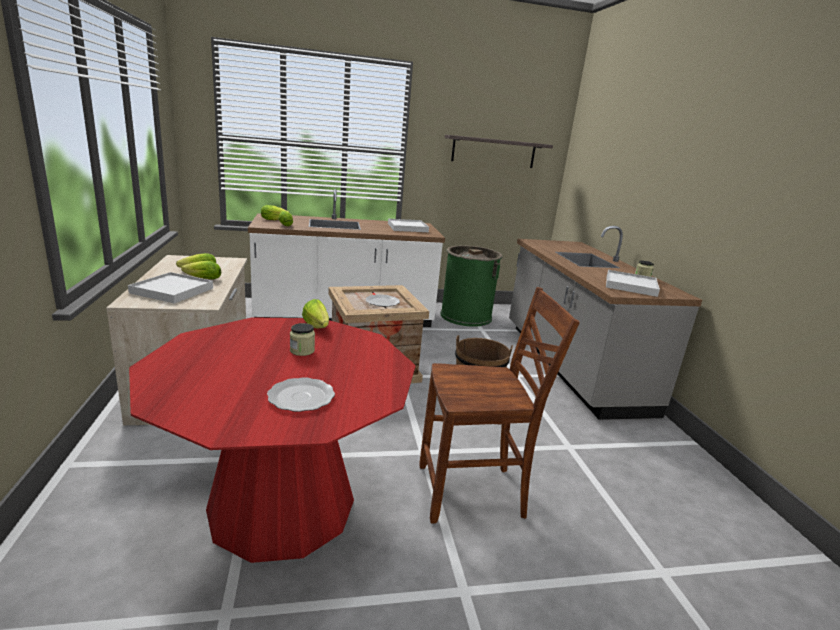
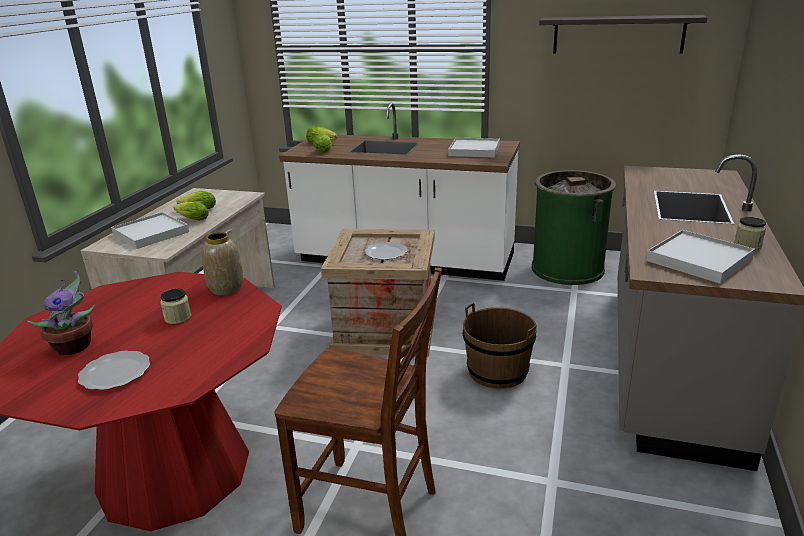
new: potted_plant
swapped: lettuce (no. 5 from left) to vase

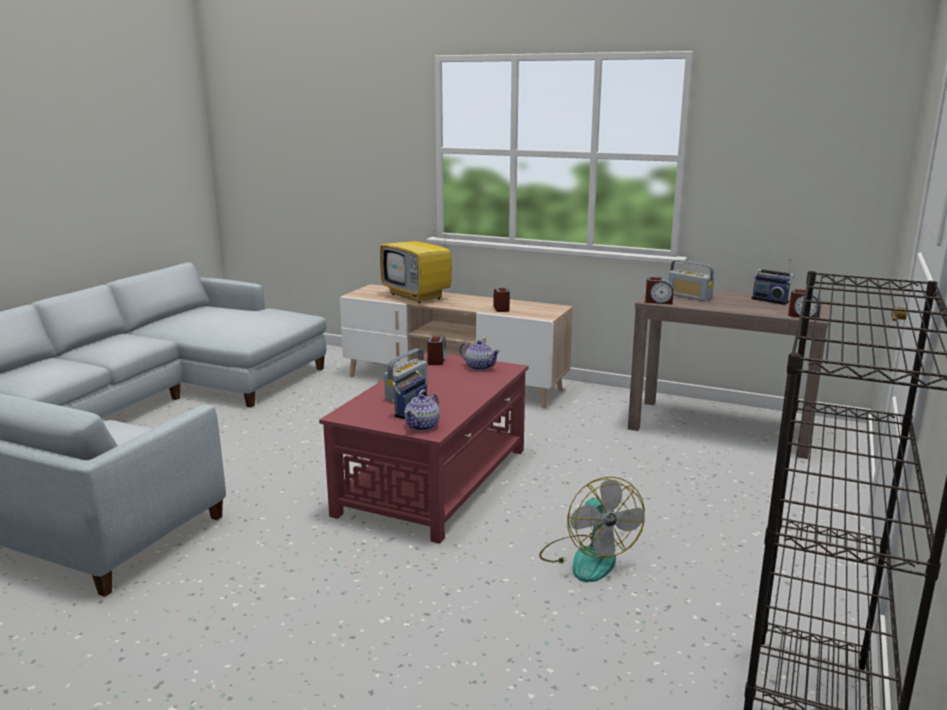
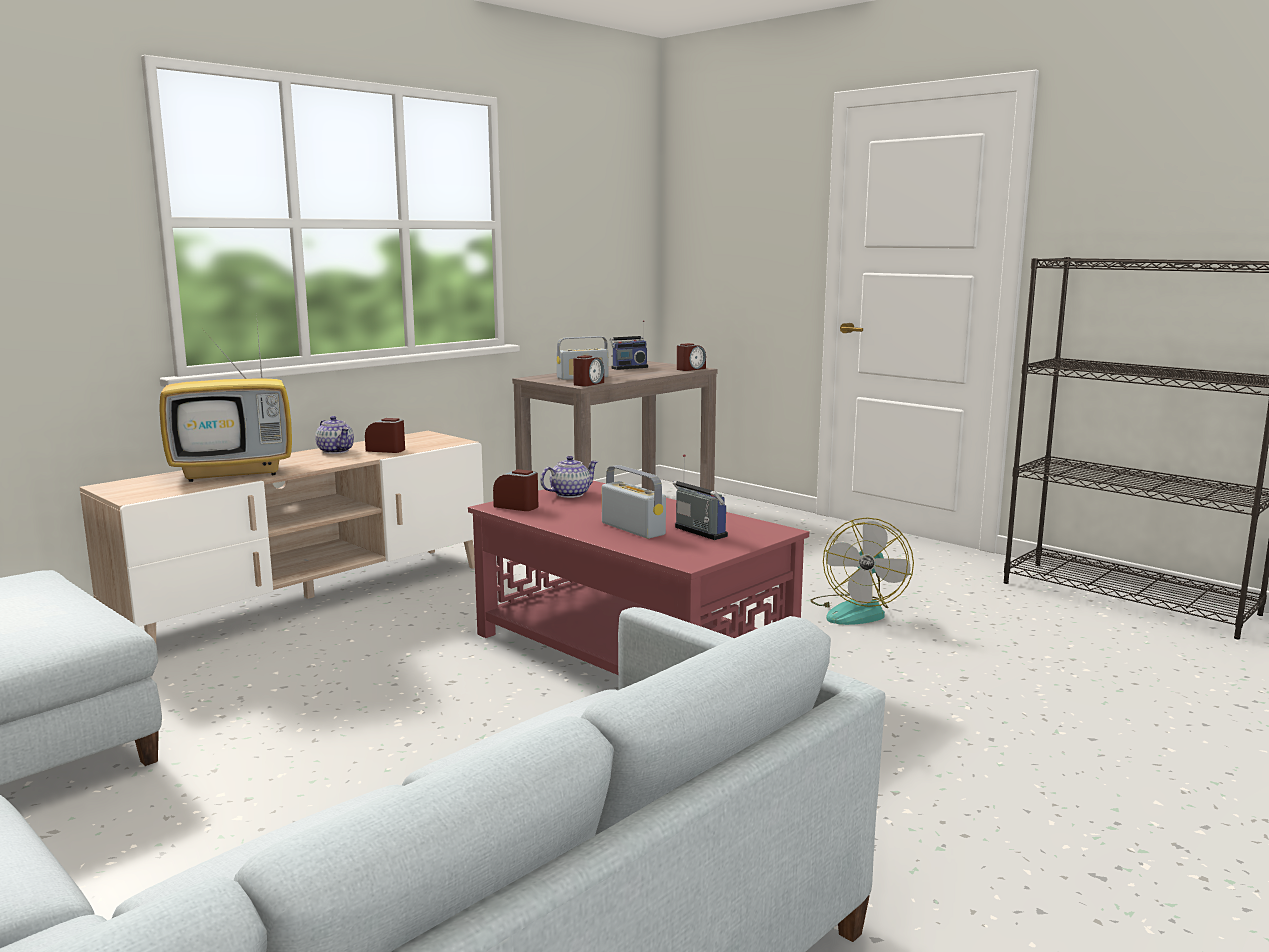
shifted: teapot (no. 1 from left)
rotated: fan 105 degrees clockwise

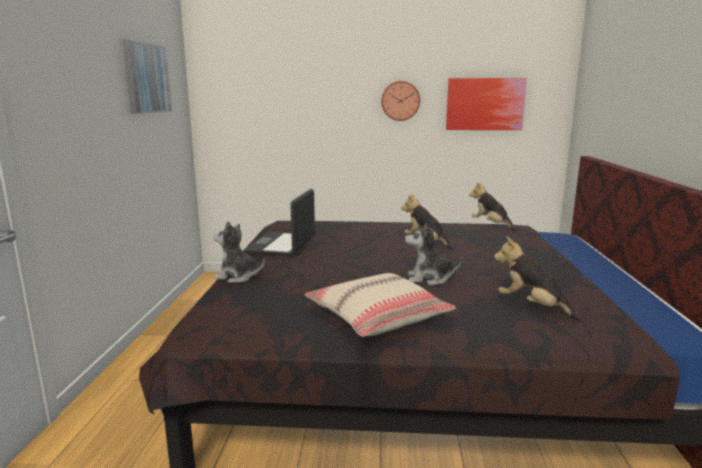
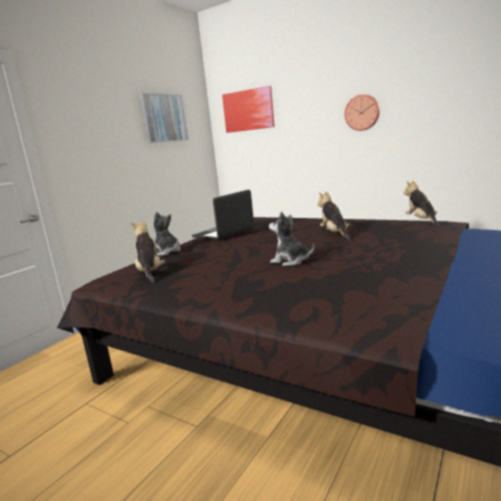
gone: beige_pillow
shifted: picture (no. 2 from left); plush_toy (no. 5 from left in the first image) to plush_toy (no. 1 from left)

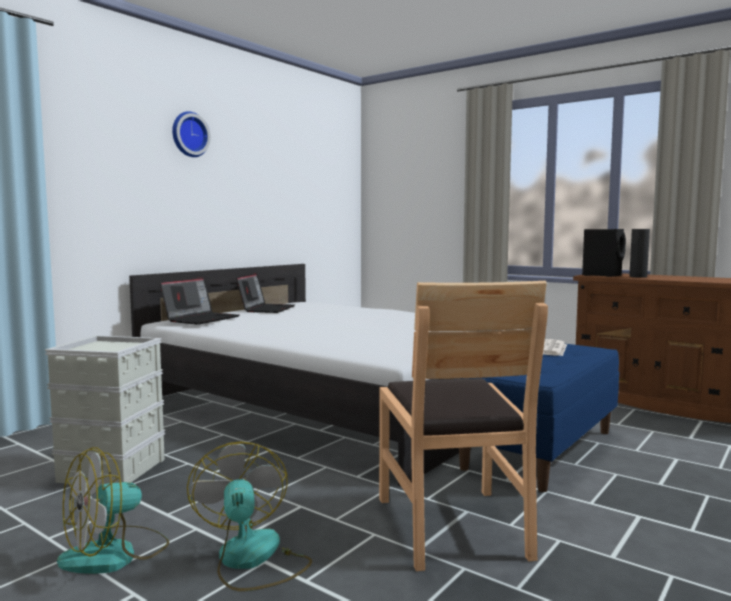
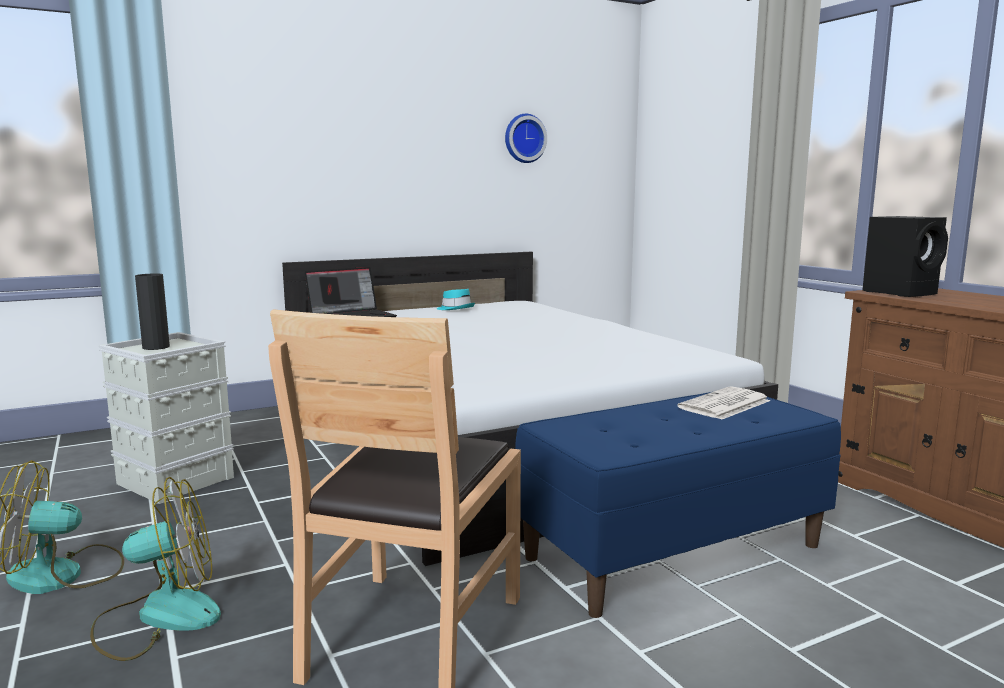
shifted: wall_clock; black_vase
swapped: laptop (no. 2 from left) to turquoise_hat
rotated: fan (no. 2 from left) 60 degrees clockwise

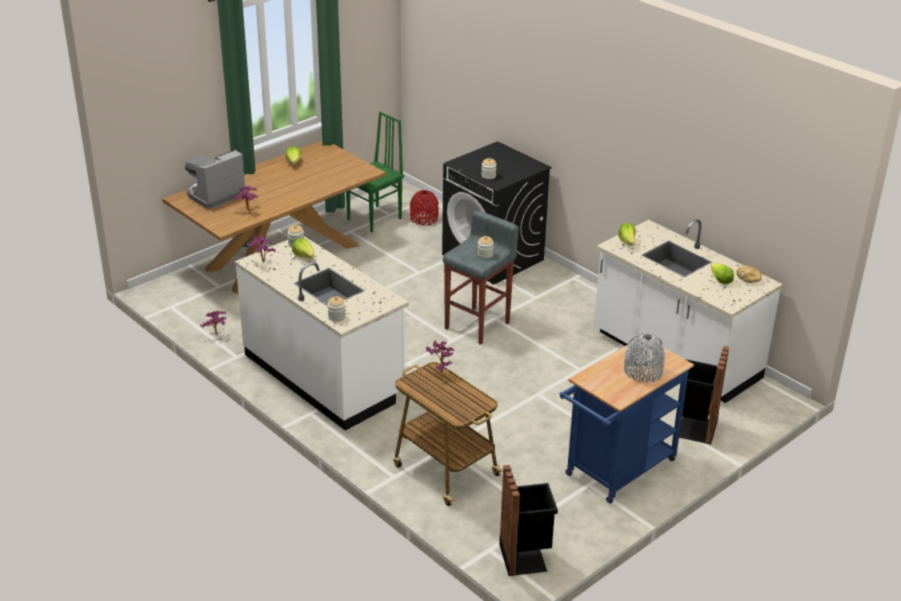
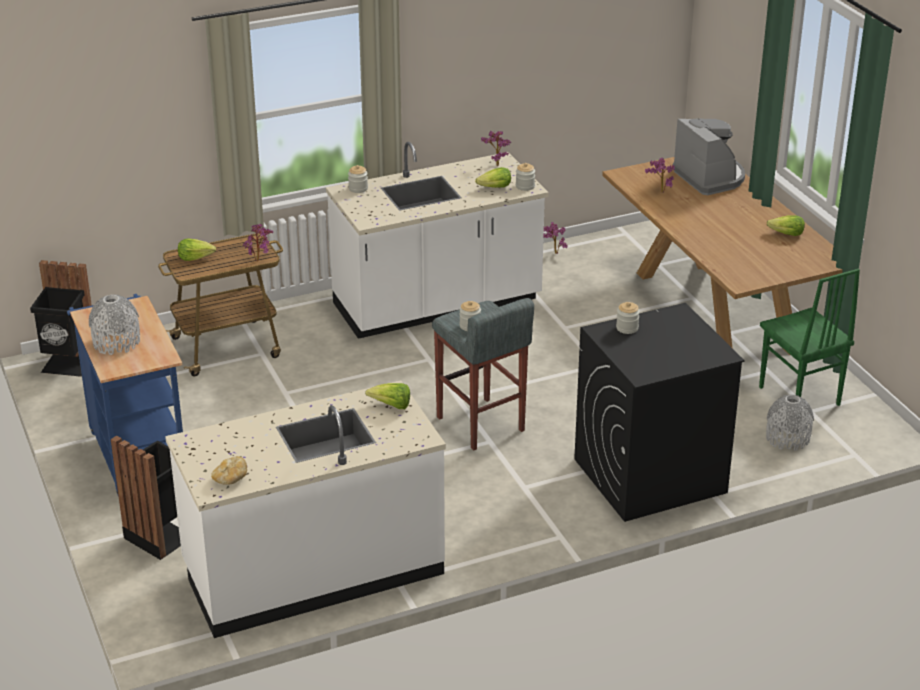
shifted: lettuce (no. 4 from left in the first image) to lettuce (no. 1 from left)
repainted: red_vase to grey_vase (no. 2 from left)

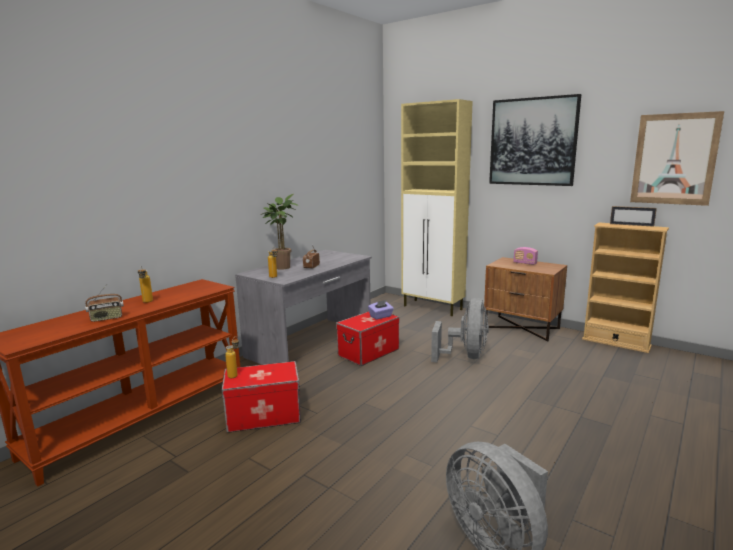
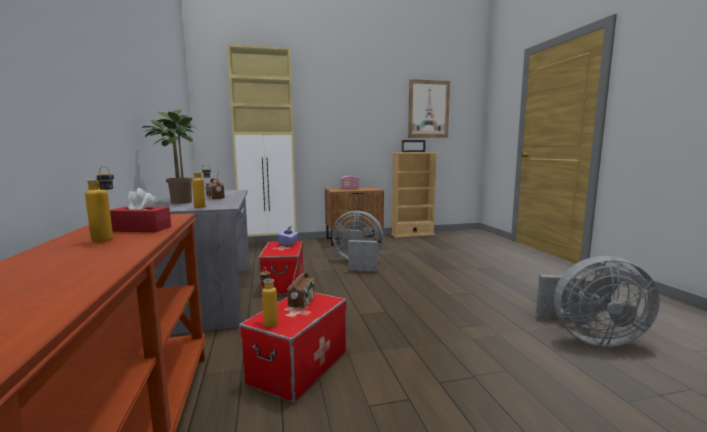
gone: picture (no. 1 from left)
new: red_tissue_box
shifted: radio (no. 1 from left in the first image) to radio (no. 2 from left)
rotated: grey_fan (no. 1 from left) 45 degrees counterclockwise

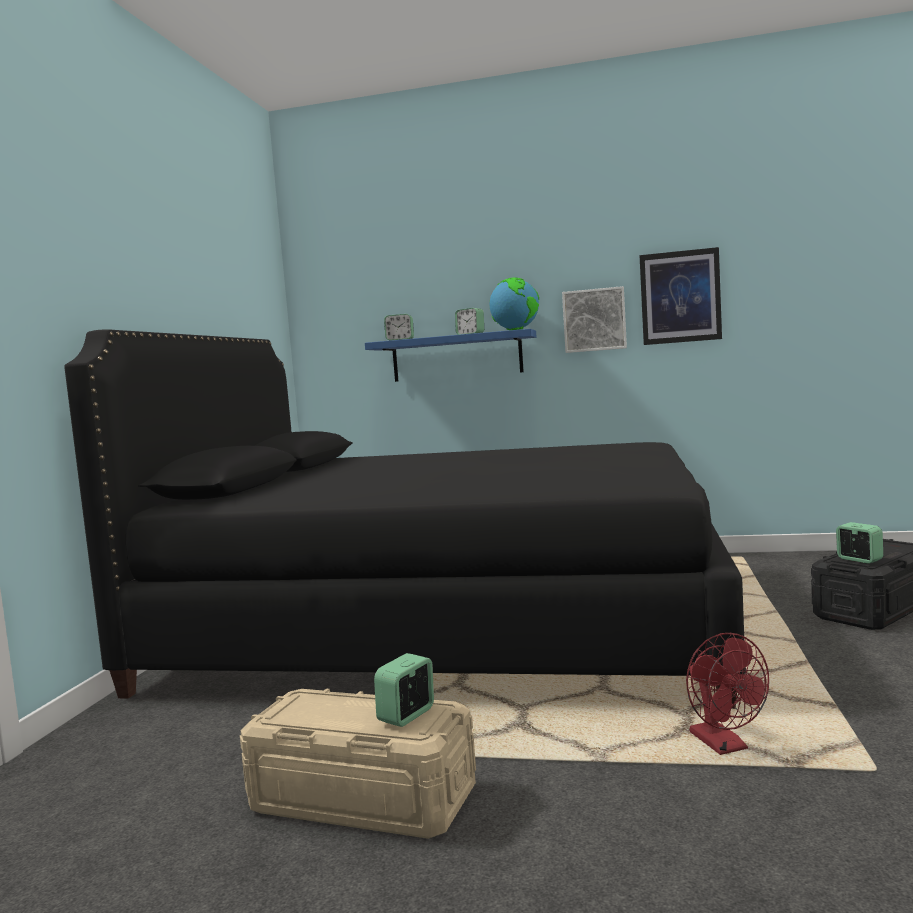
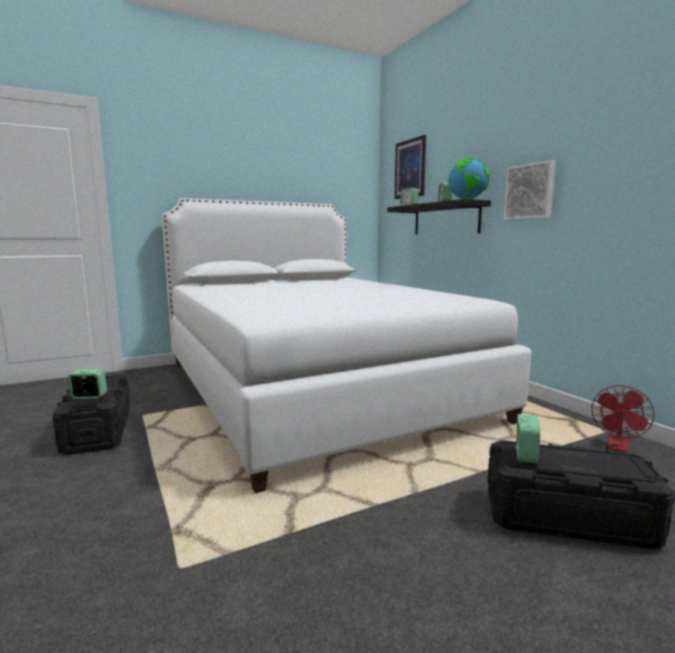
shifted: picture (no. 2 from left in the first image) to picture (no. 1 from left); red_fan
repainted: black_bed to white_bed; beige_storage_box to black_storage_box (no. 1 from left); blue_shelf to black_shelf

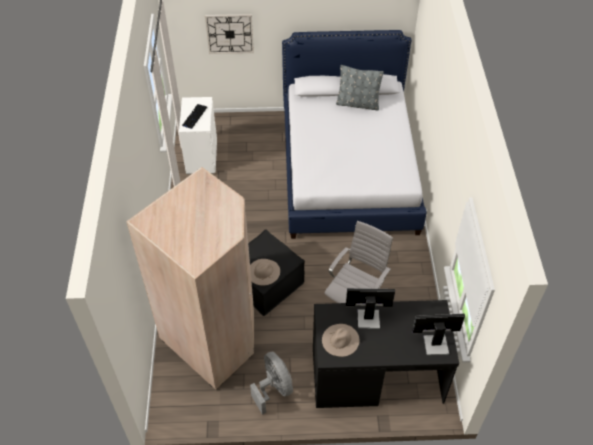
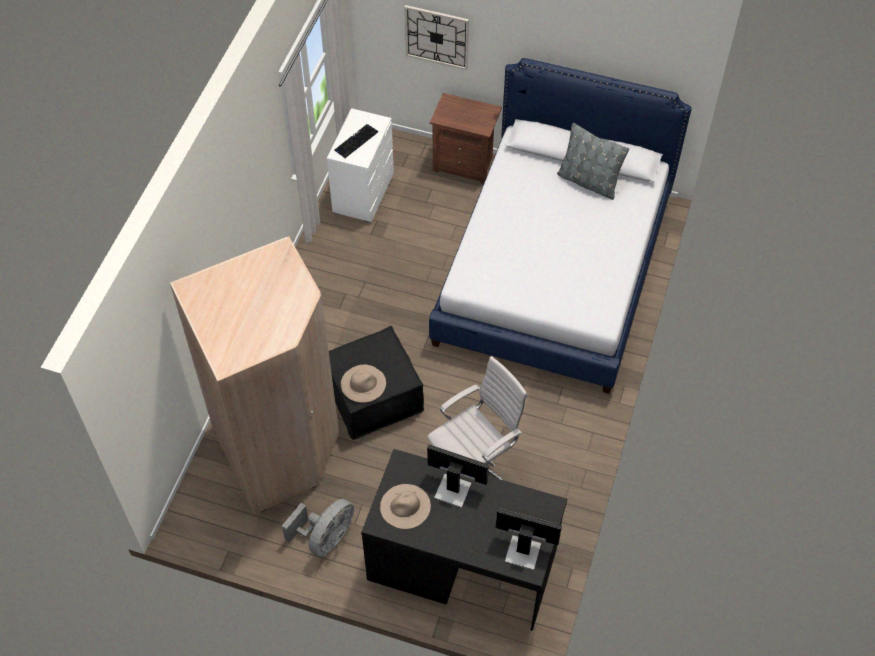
new: brown_nightstand
rotated: grey_fan 45 degrees clockwise

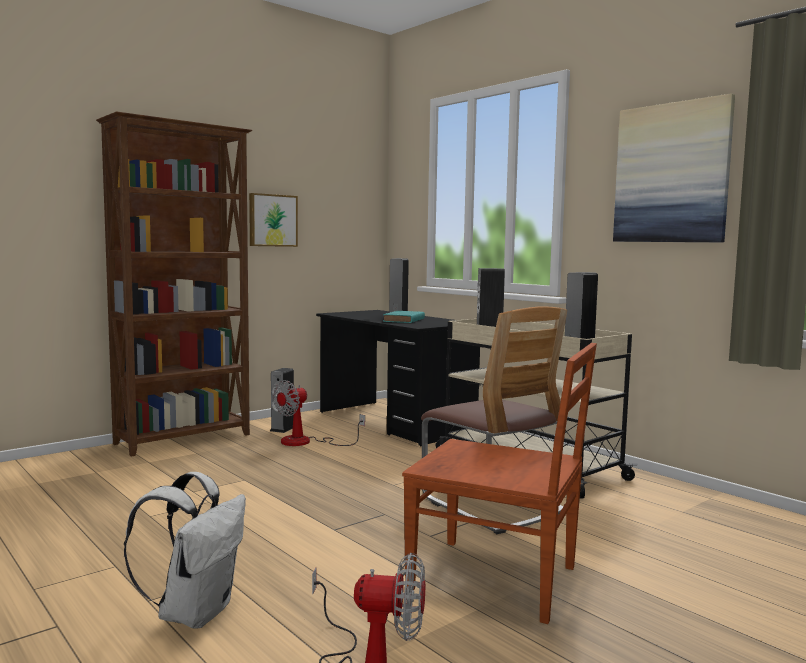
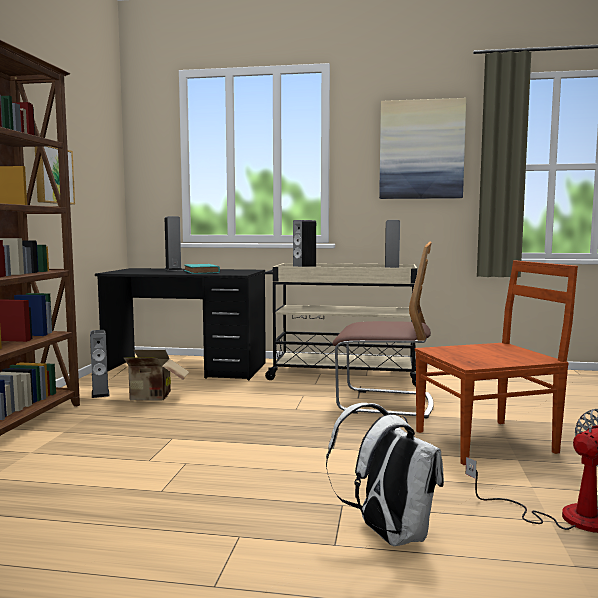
swapped: fan (no. 1 from left) to cardboard_box

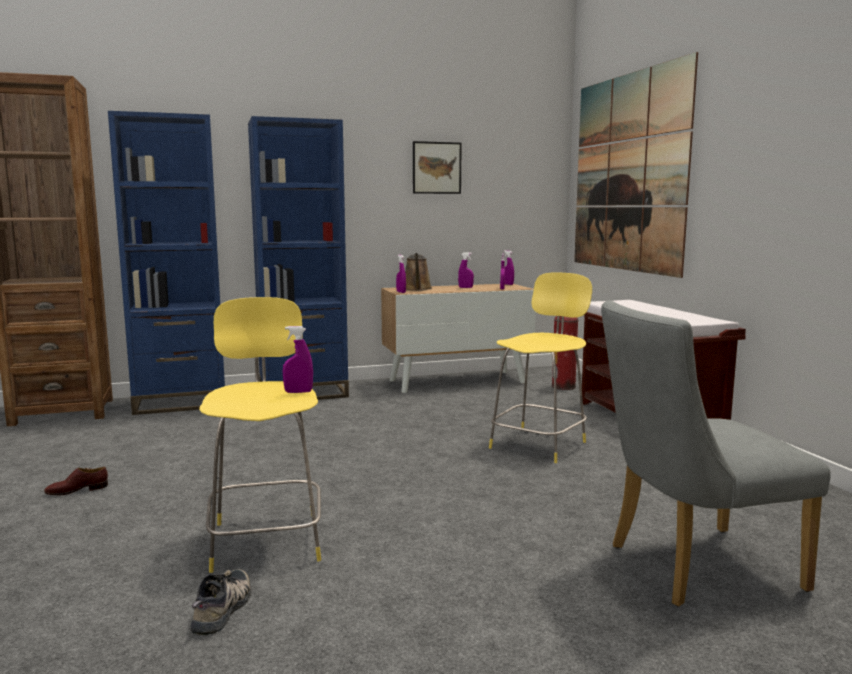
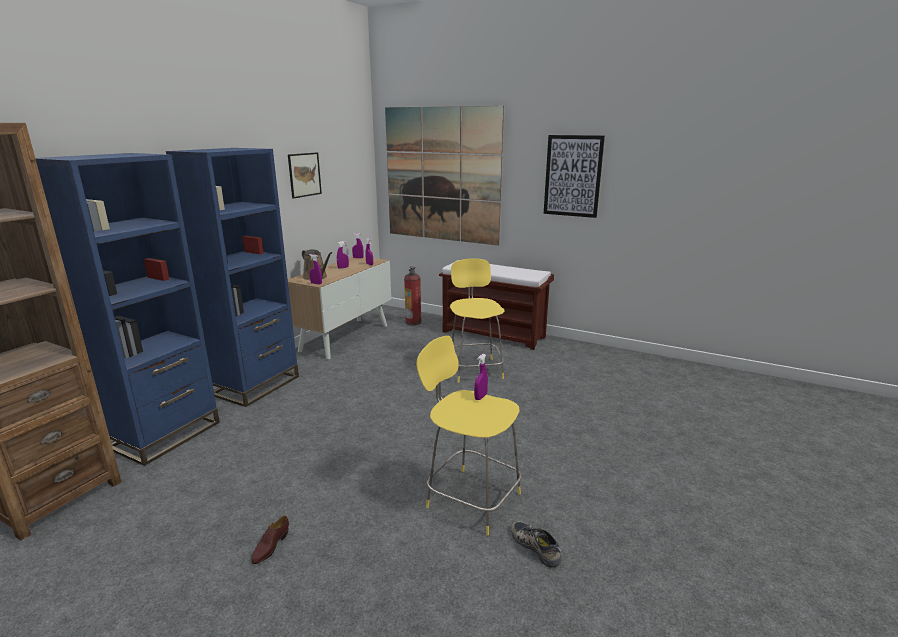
gone: grey_chair
new: picture (no. 3 from left)

